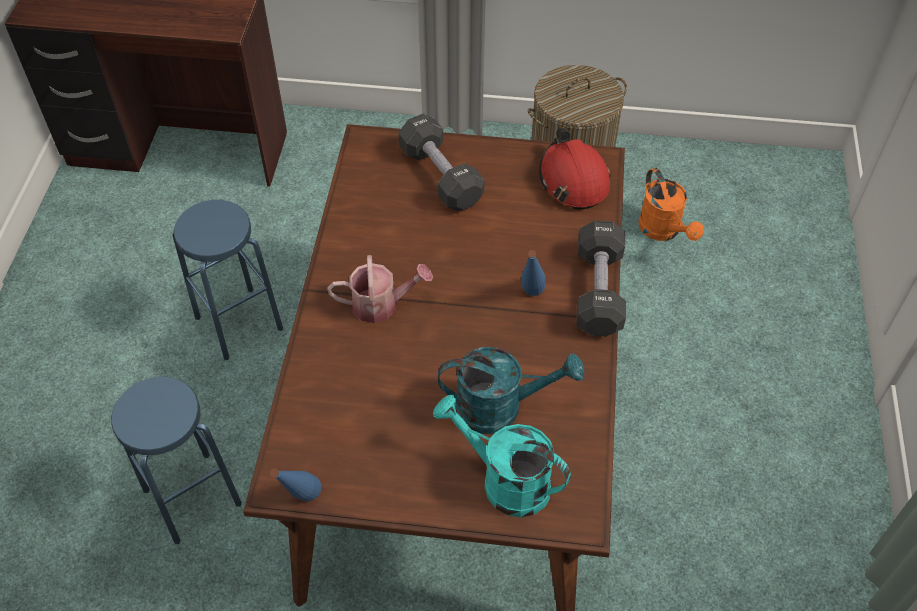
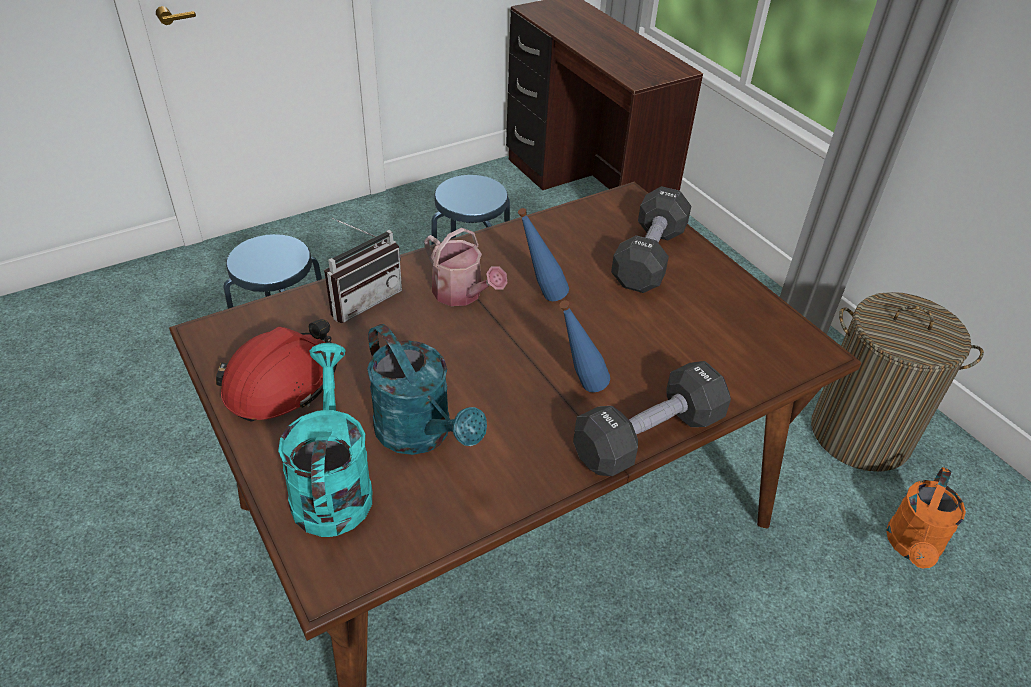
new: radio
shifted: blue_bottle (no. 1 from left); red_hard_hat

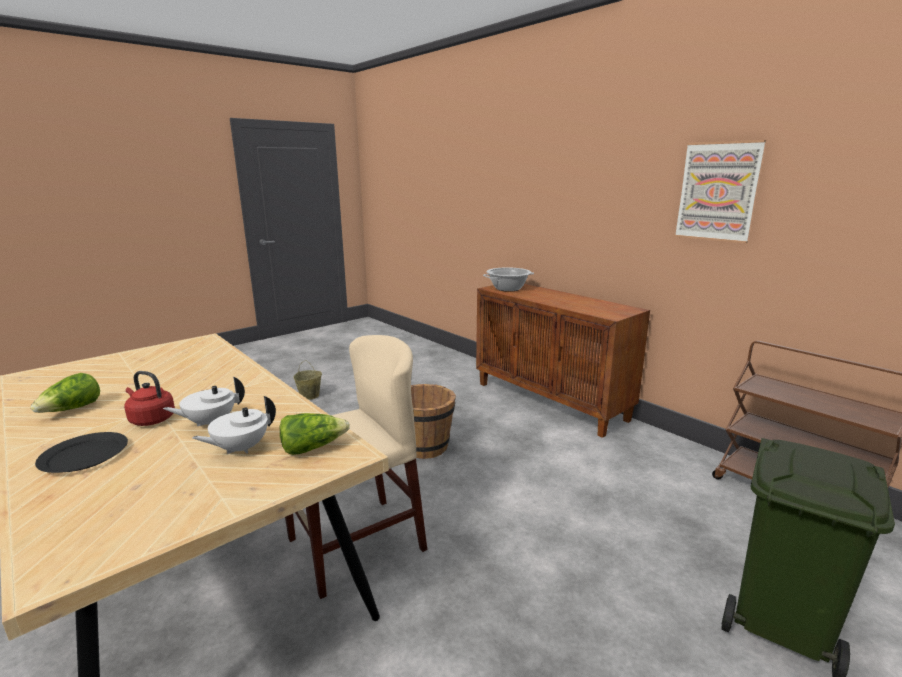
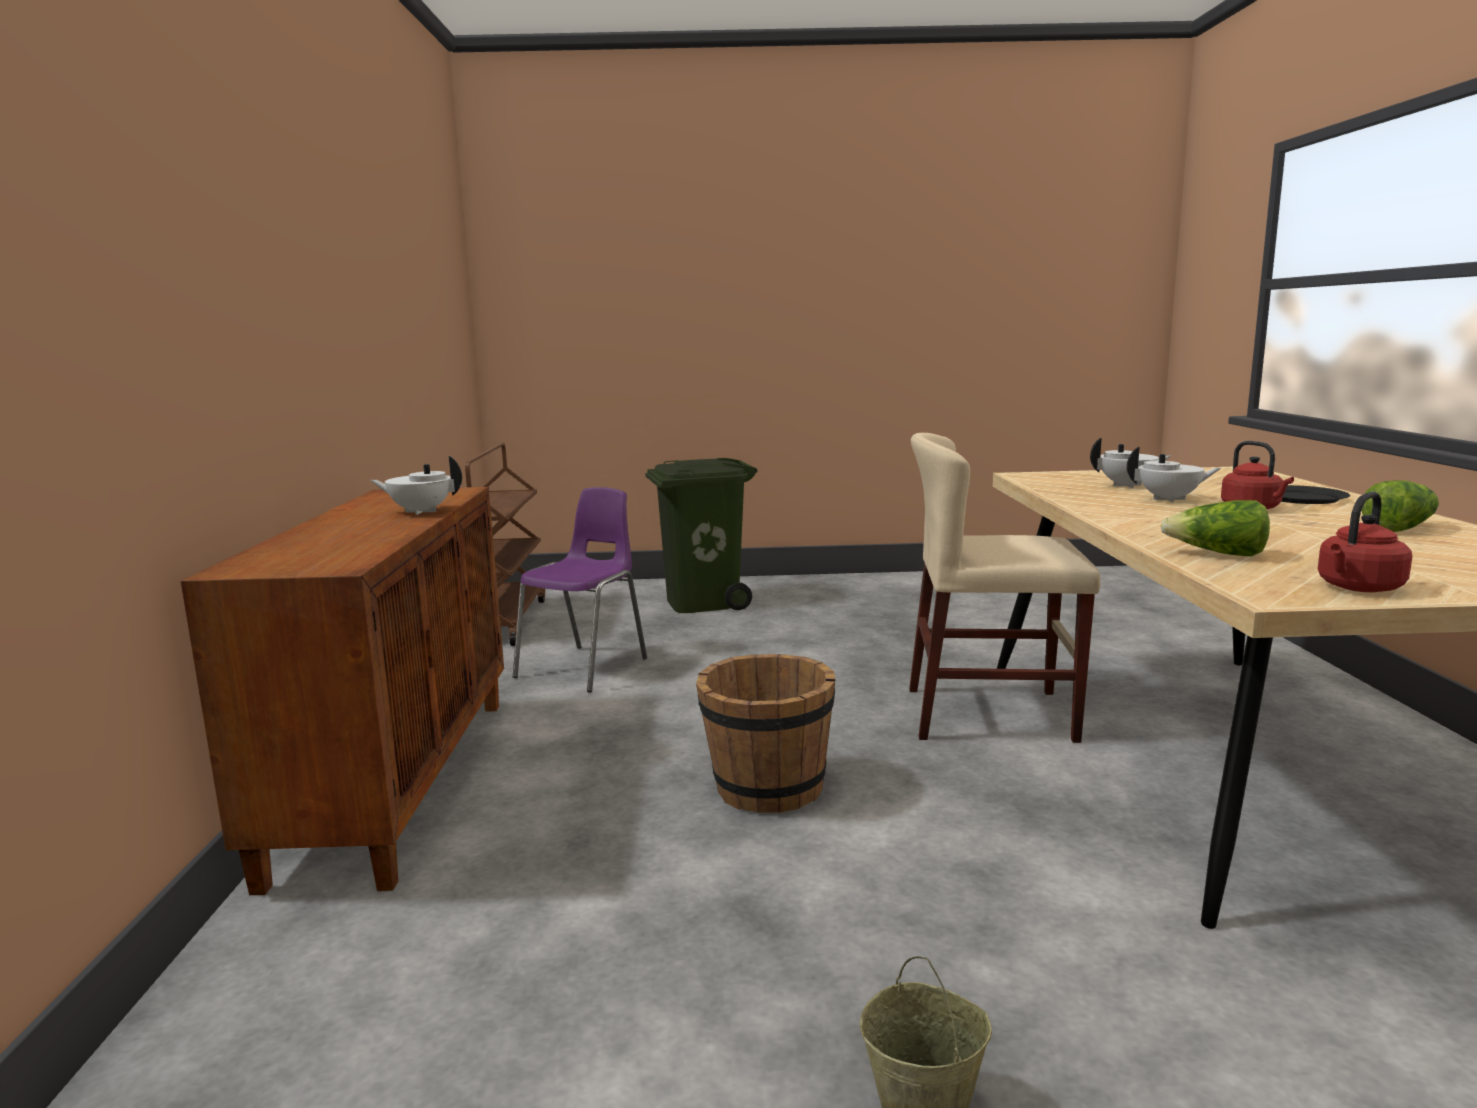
gone: cooking_pot; picture
new: white_teapot (no. 1 from left); purple_chair; red_kettle (no. 2 from left)
shifted: lettuce (no. 2 from left in the first image) to lettuce (no. 1 from left)

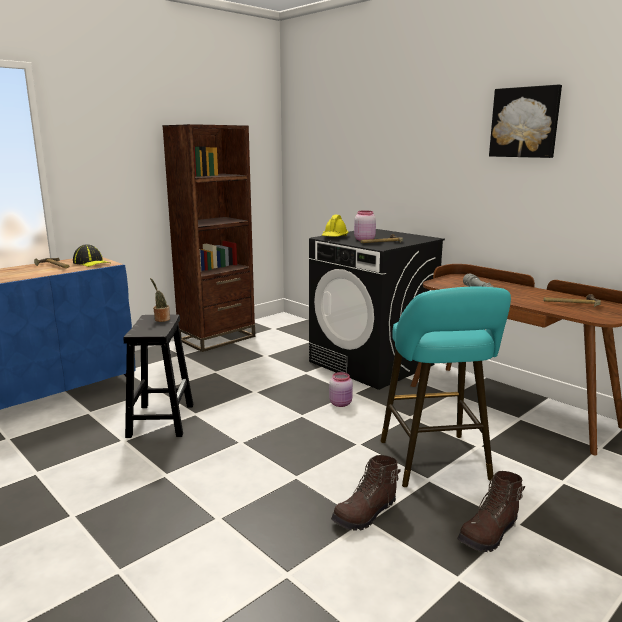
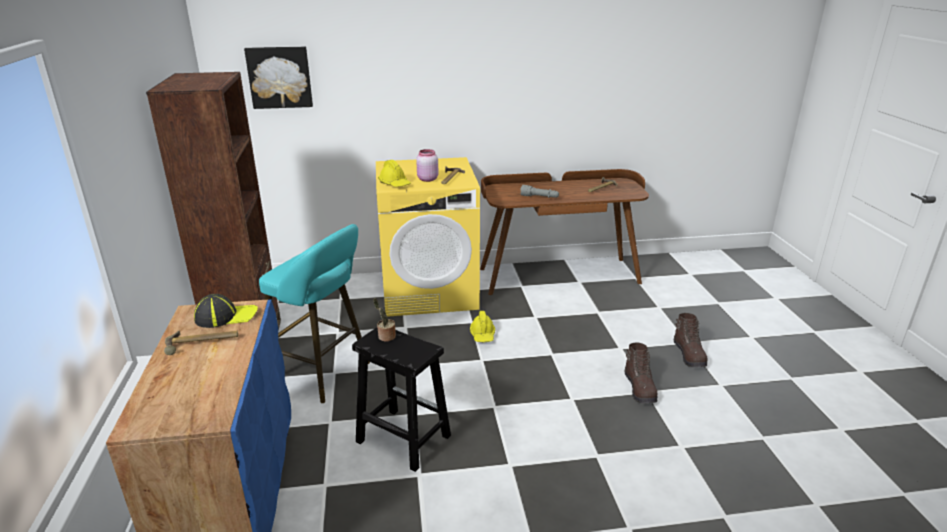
shifted: turquoise_stool; picture
swapped: pink_jar (no. 1 from left) to yellow_hard_hat (no. 2 from left)
repainted: black_washing_machine to yellow_washing_machine

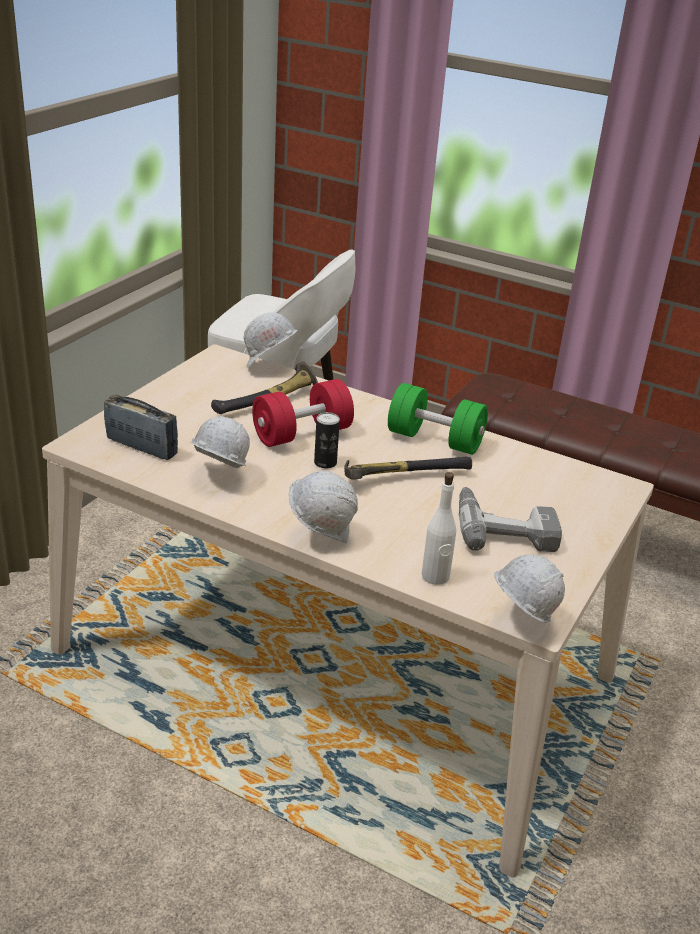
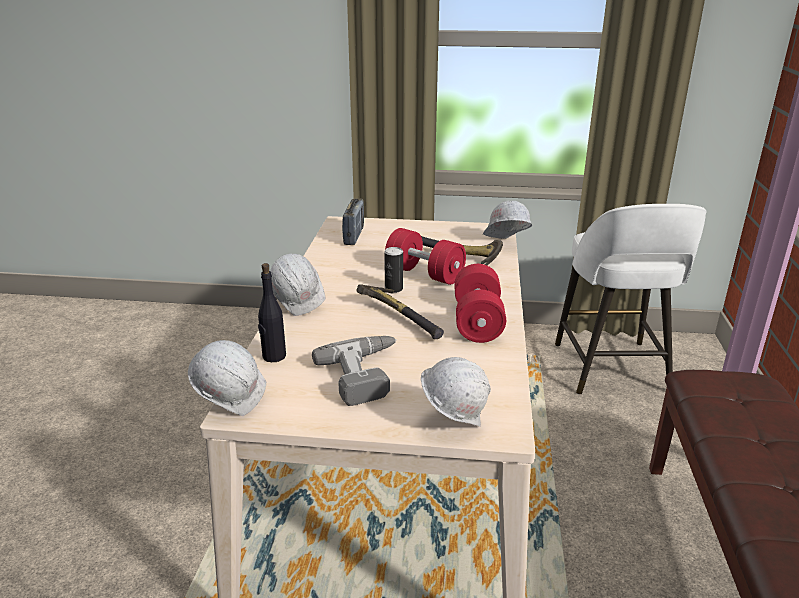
shifted: white_hard_hat (no. 1 from left in the first image) to white_hard_hat (no. 3 from left)
repainted: green_dumbbell to red_dumbbell (no. 2 from left); white_bottle to black_bottle

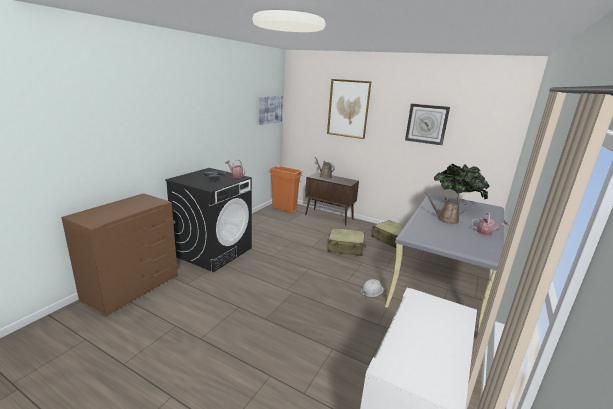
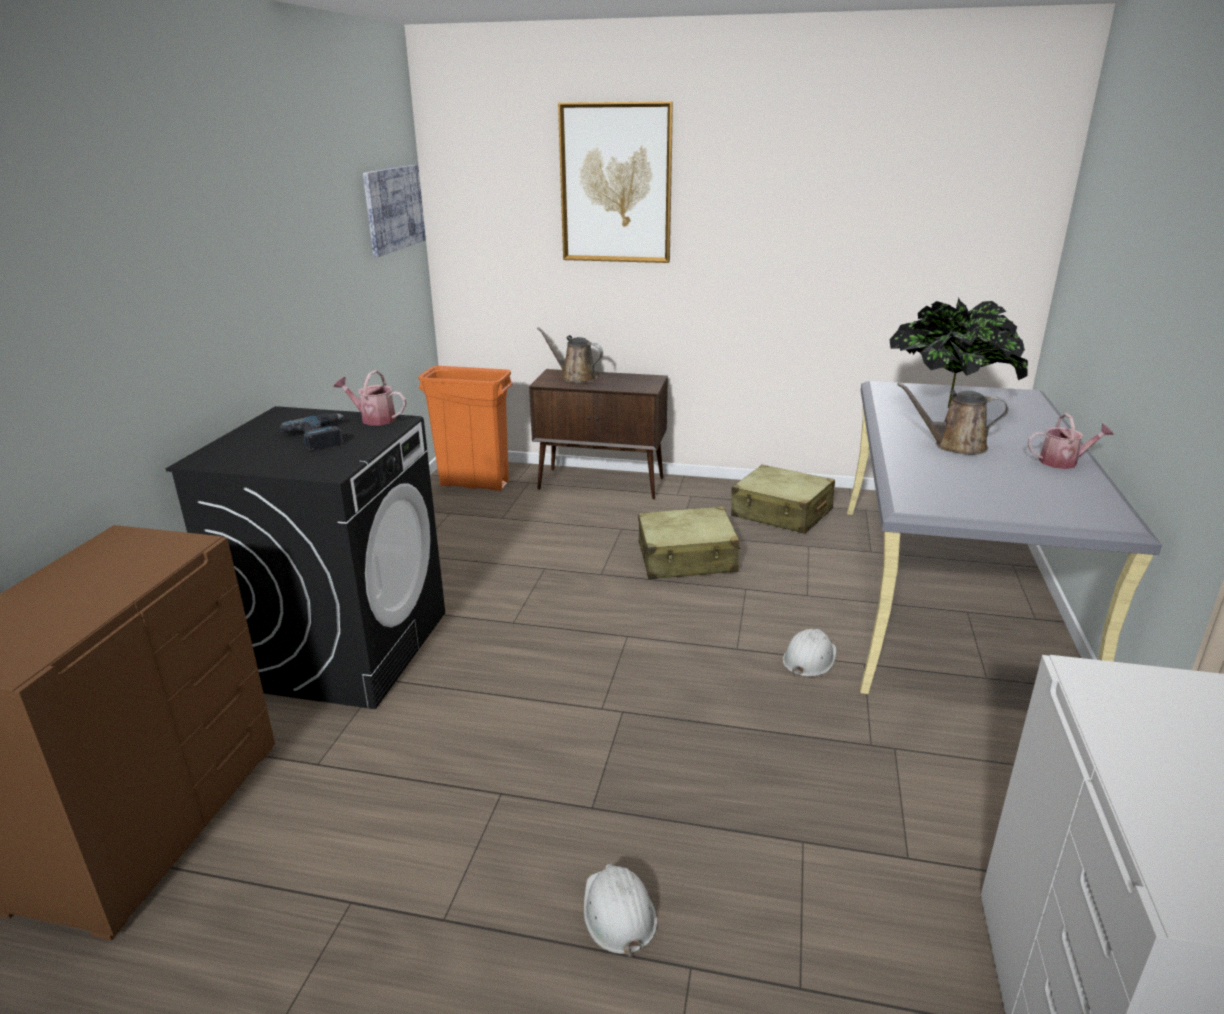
gone: wall_clock
new: white_hard_hat (no. 1 from left)

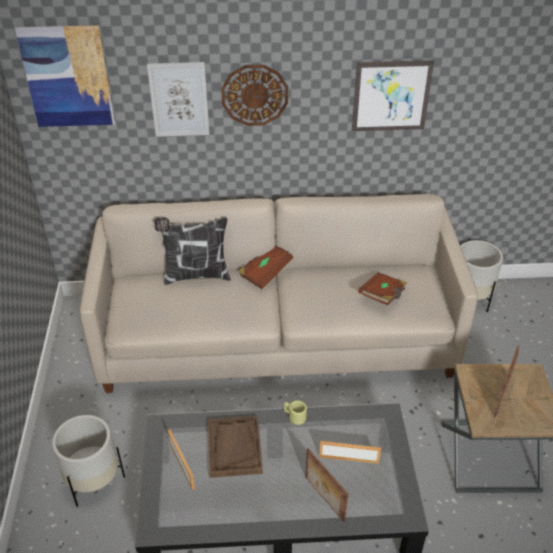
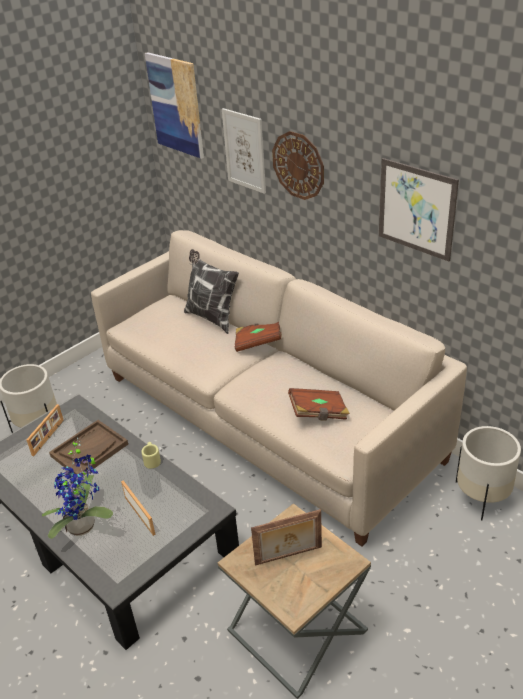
swapped: picture_frame (no. 2 from left) to potted_plant

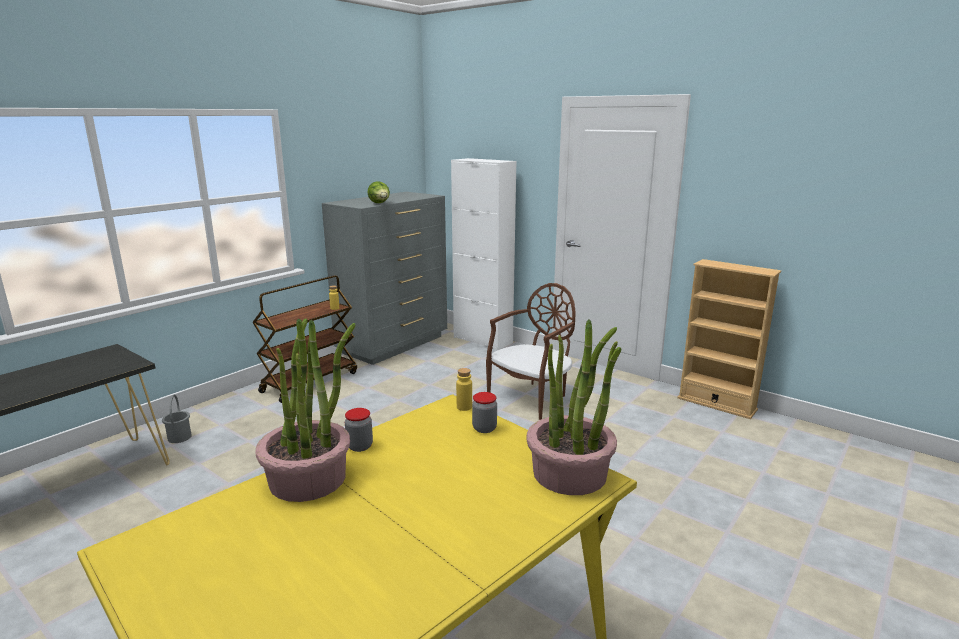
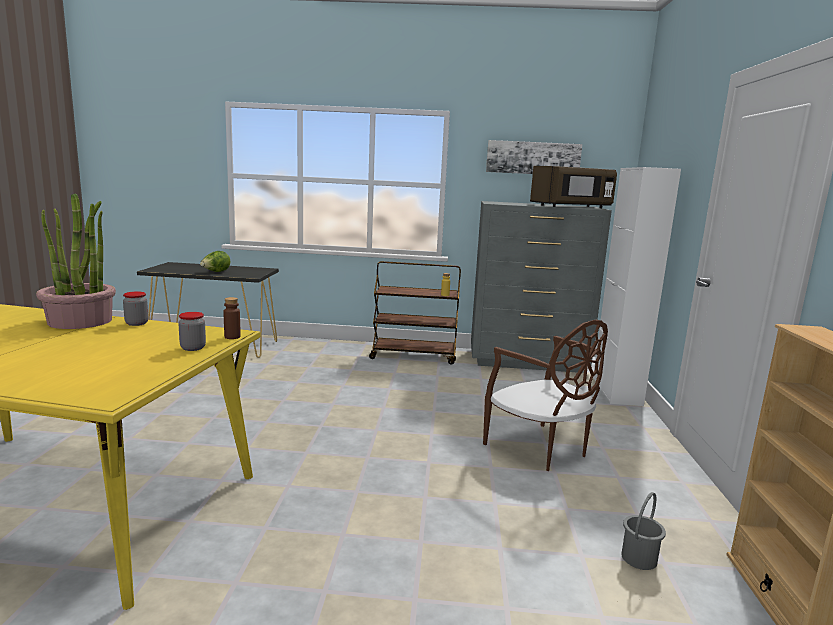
gone: potted_plant (no. 2 from left)
new: picture; brown_microwave
shifted: grey_bucket; lettuce
repainted: yellow_bottle (no. 2 from left) to brown_bottle
rotated: brown_chair 45 degrees clockwise

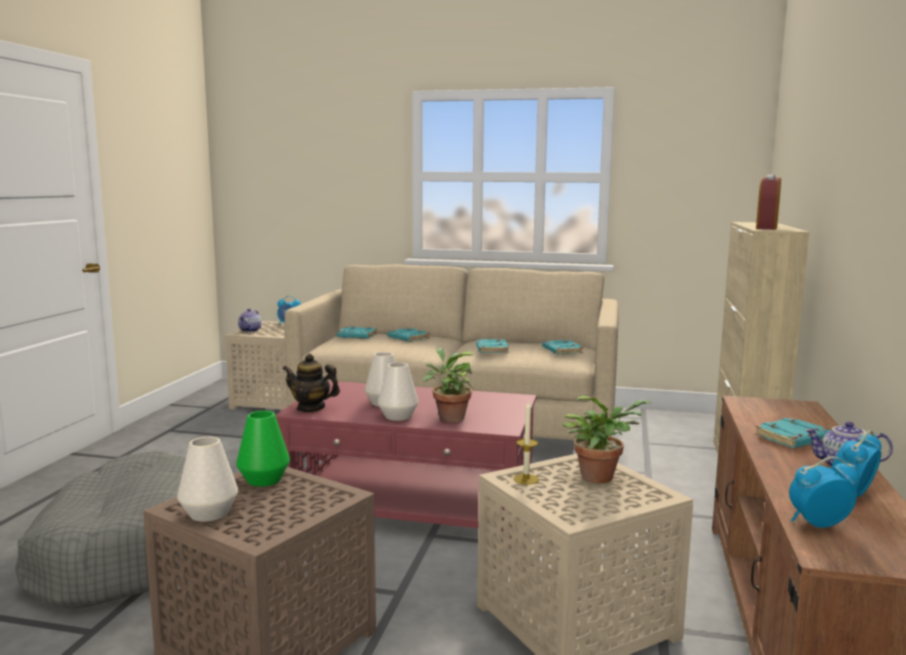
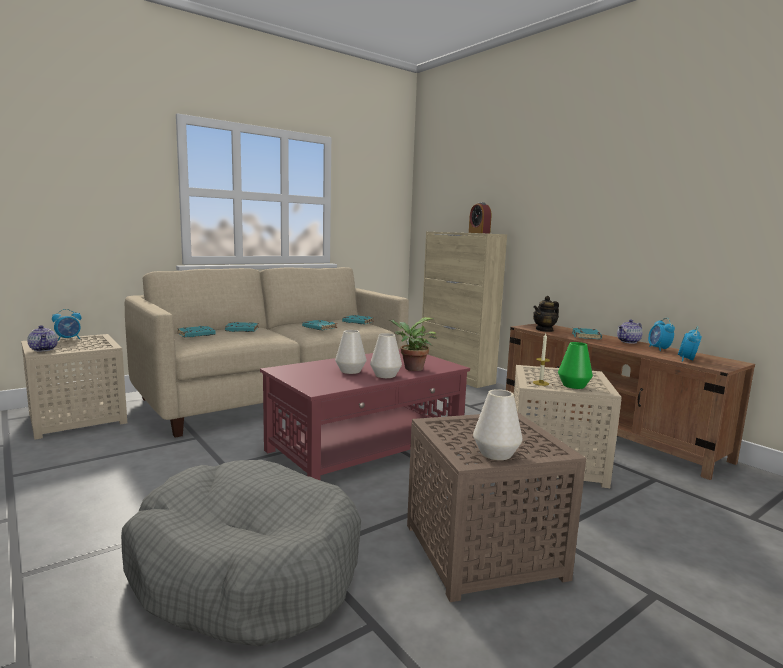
gone: potted_plant (no. 2 from left)
shifted: green_vase; teapot (no. 2 from left)

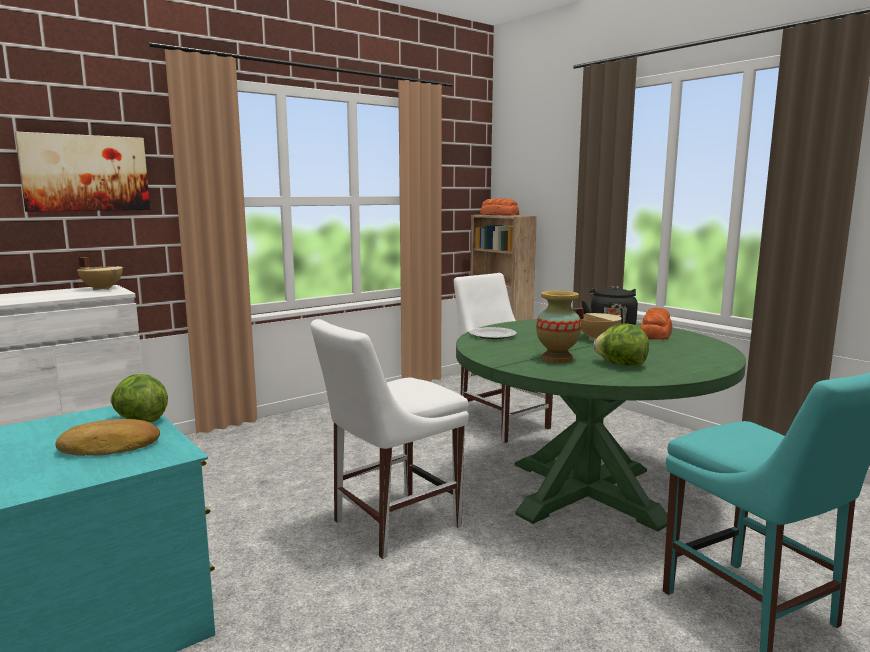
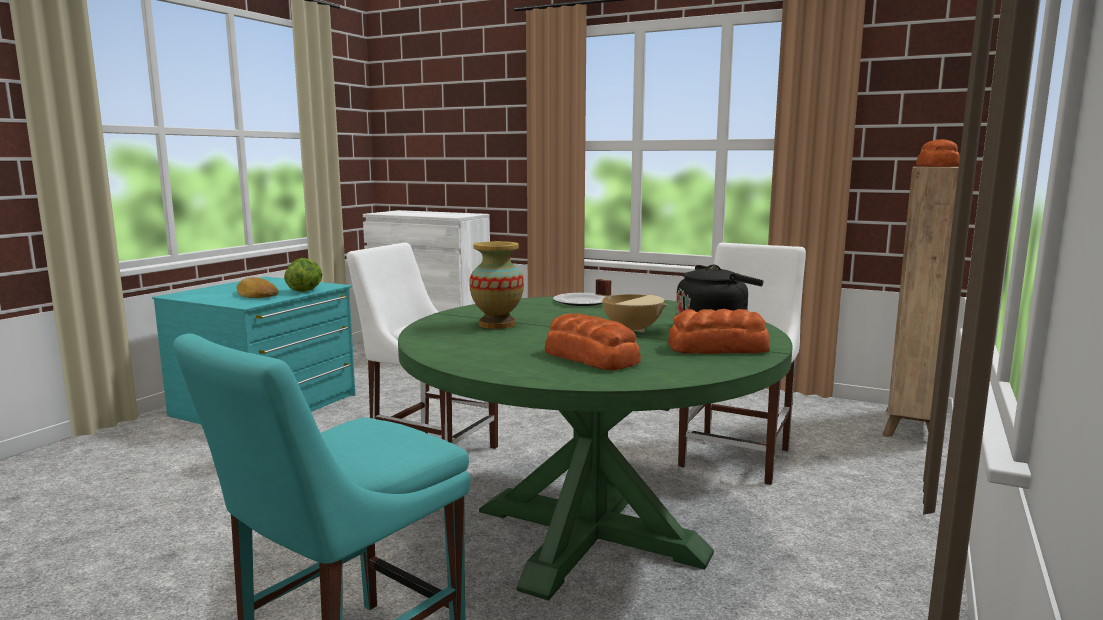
gone: picture; beige_cooking_pot (no. 1 from left); lettuce (no. 2 from left)
new: bread (no. 2 from left)

